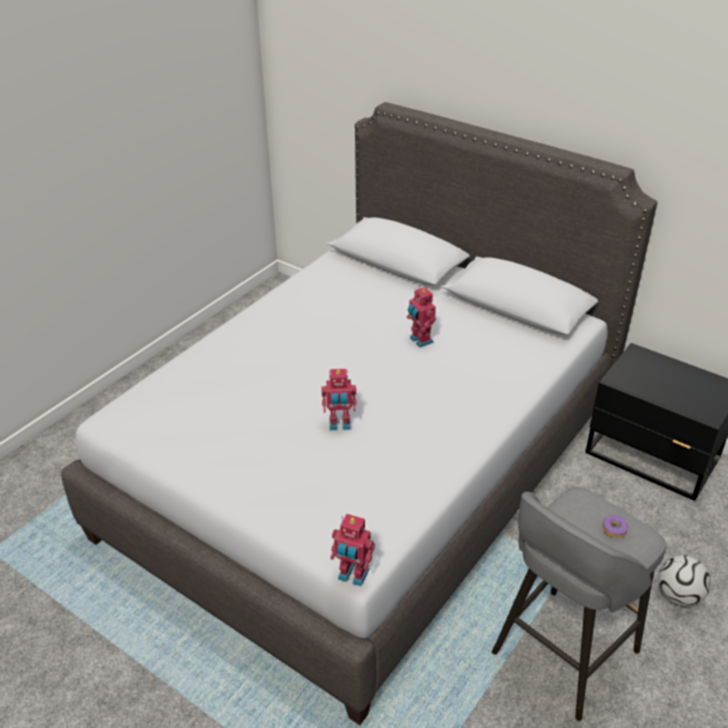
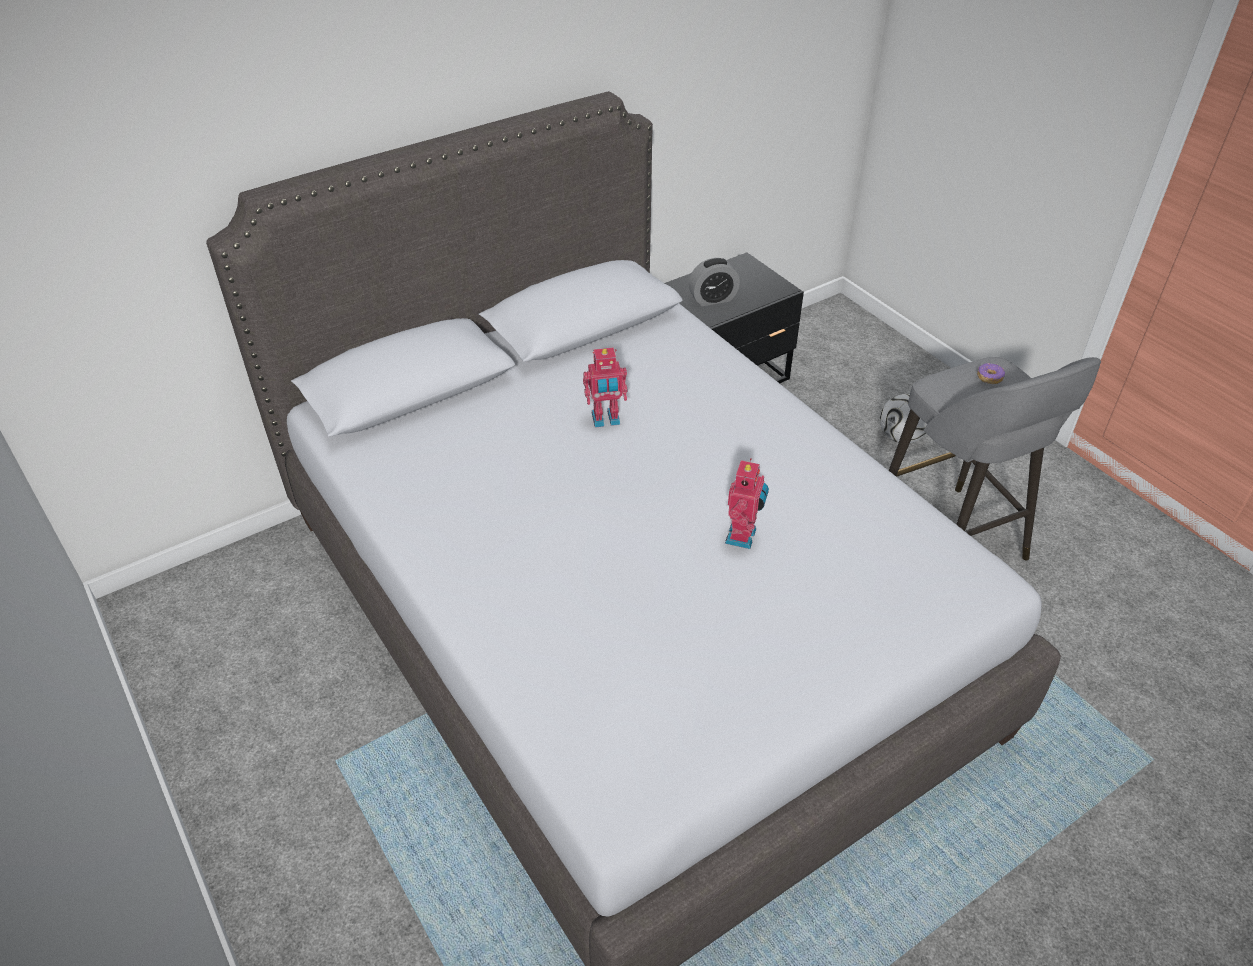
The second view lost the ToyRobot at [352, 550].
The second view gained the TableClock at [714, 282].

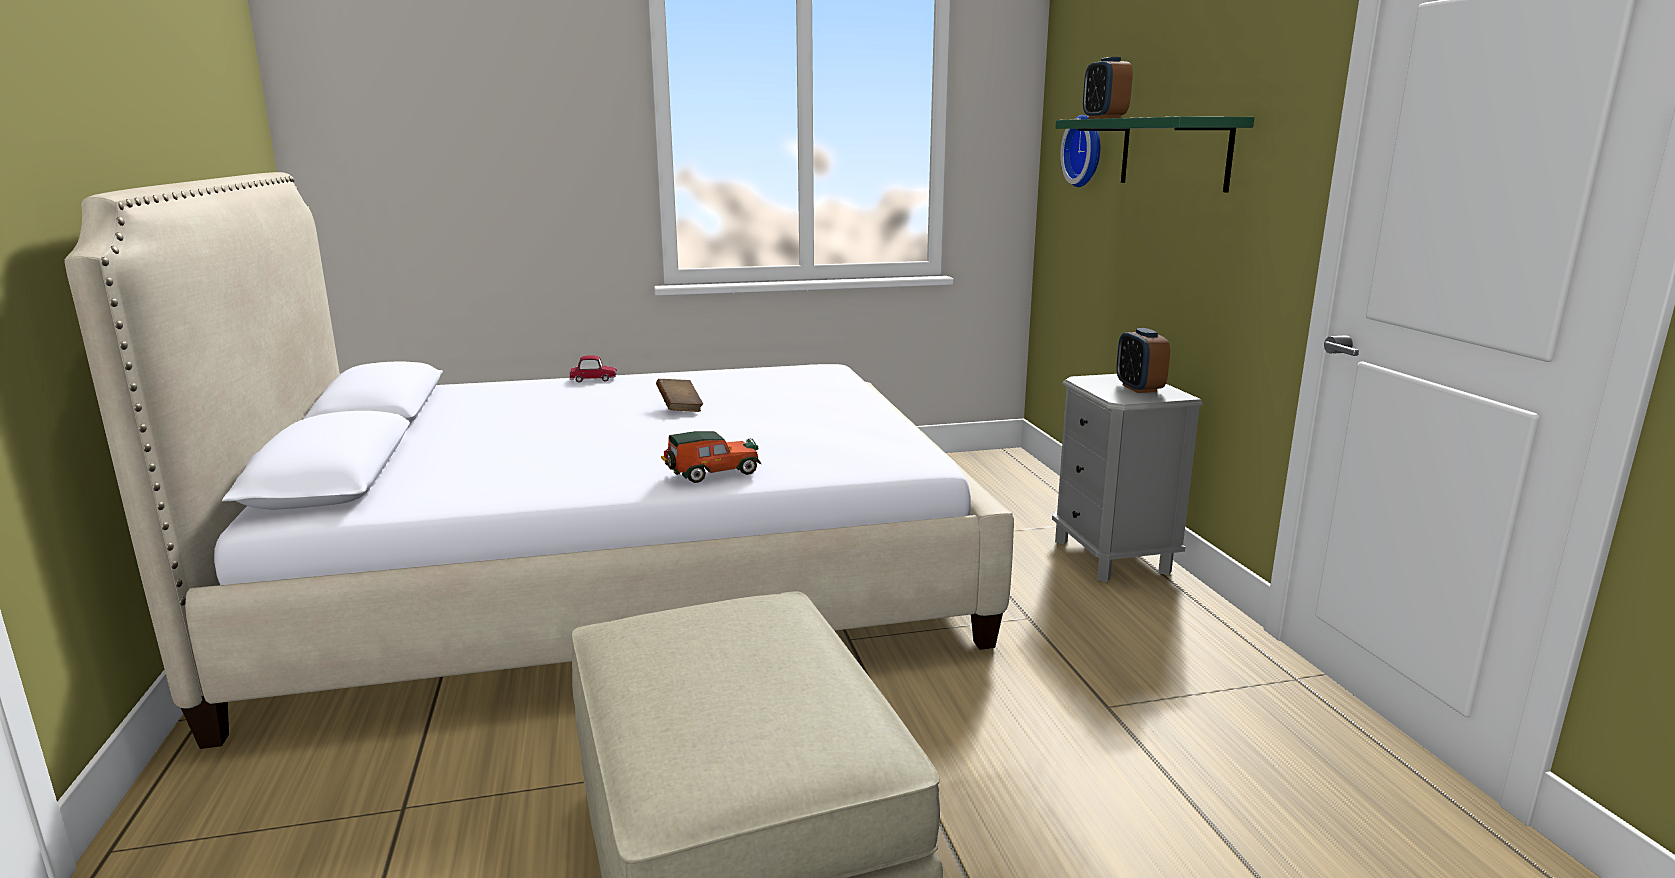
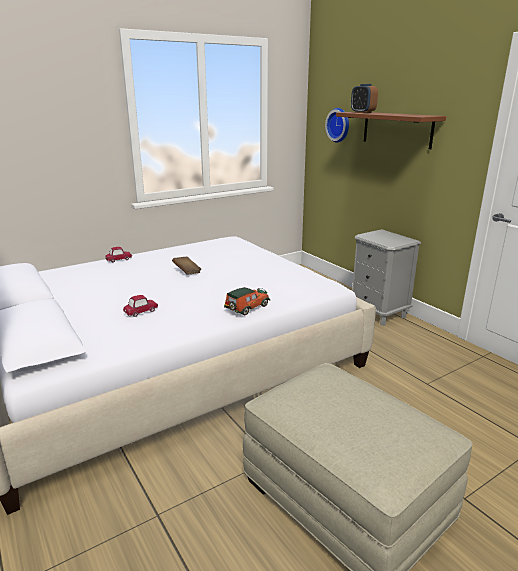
What was the GreenColouredShelf at [1154, 154] turned into the BrownShelf at [391, 130].
The second view lost the TableClock at [1143, 360].
The second view gained the MiniatureCar at [140, 306].

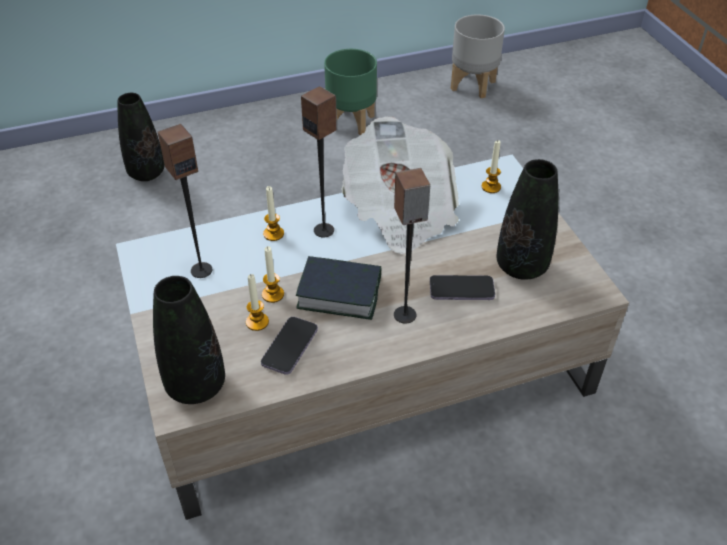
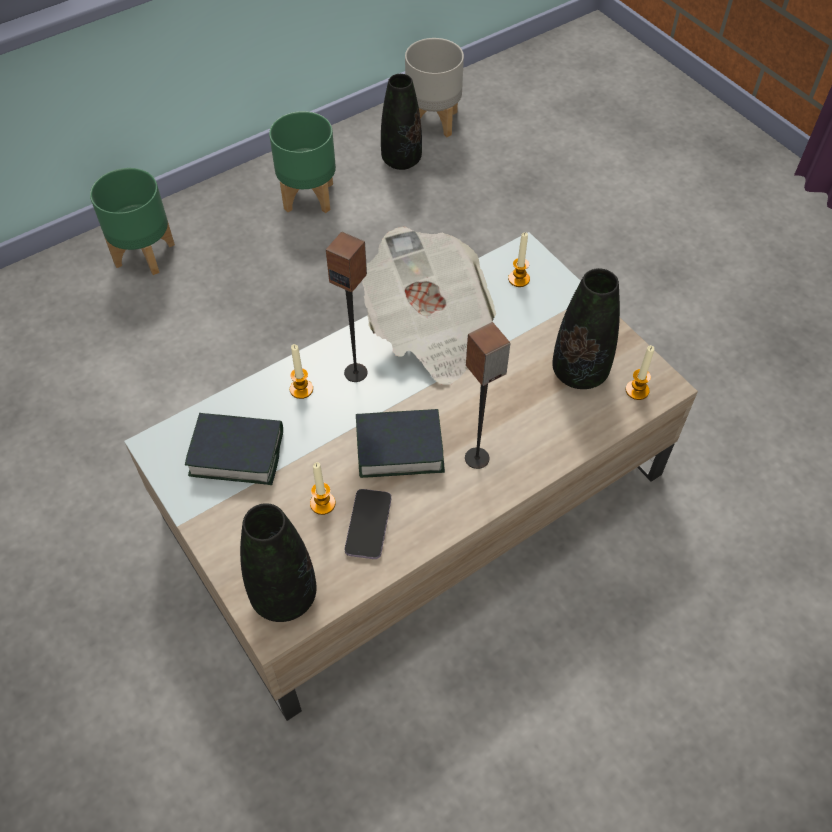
The BlackishFlowerVase ended up elsewhere, having gone from [141, 137] to [401, 122].
Where the Loudspeaker stood at [185, 201], the BoundBook came to stand at [234, 449].
The WaxLight ended up elsewhere, having gone from [273, 274] to [639, 372].
The second view lost the Phone at [462, 287].
The second view gained the GreenColouredPlantPot at [132, 221].

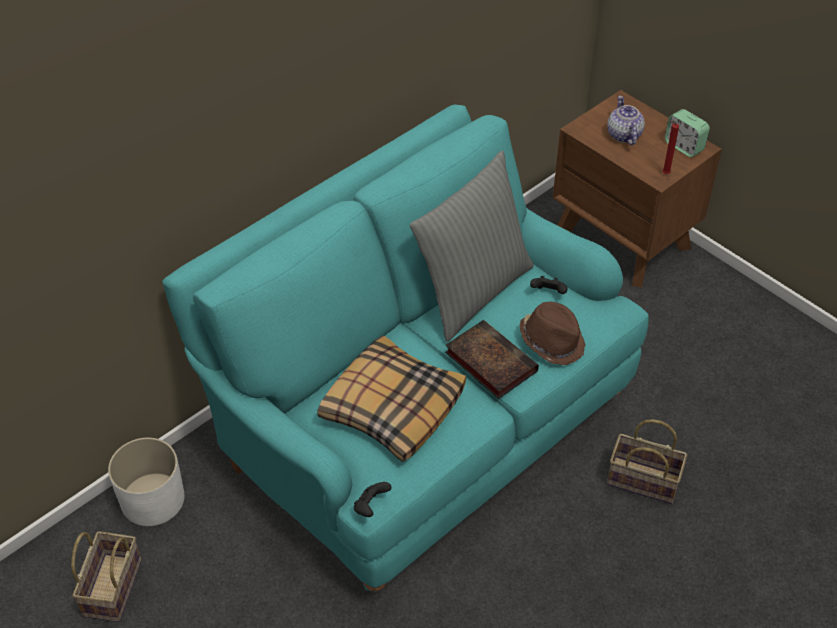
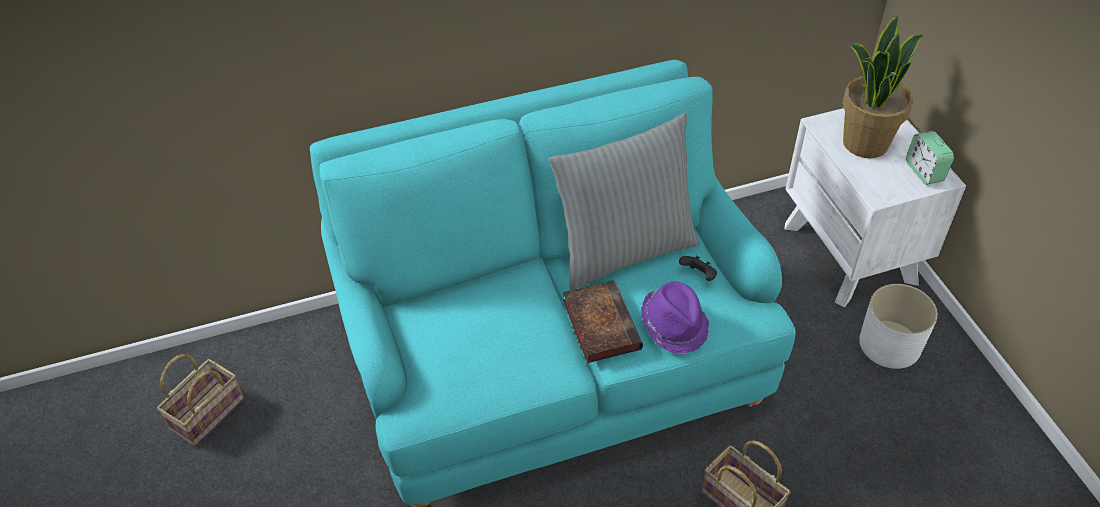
What was the BrownNightstand at [637, 189] turned into the WhiteColouredNightstand at [875, 207].
Where the PotForTea stood at [626, 120], the PottedPlant came to stand at [883, 87].
The second view lost the RedWaxLight at [670, 147].
What was the BrownClothingHat at [552, 333] turned into the PurplishClothingHat at [675, 317].
The second view lost the Pillow at [391, 398].
The WhiteColouredPlantPot ended up elsewhere, having gone from [146, 481] to [898, 326].
The second view lost the BlackishGameController at [373, 499].

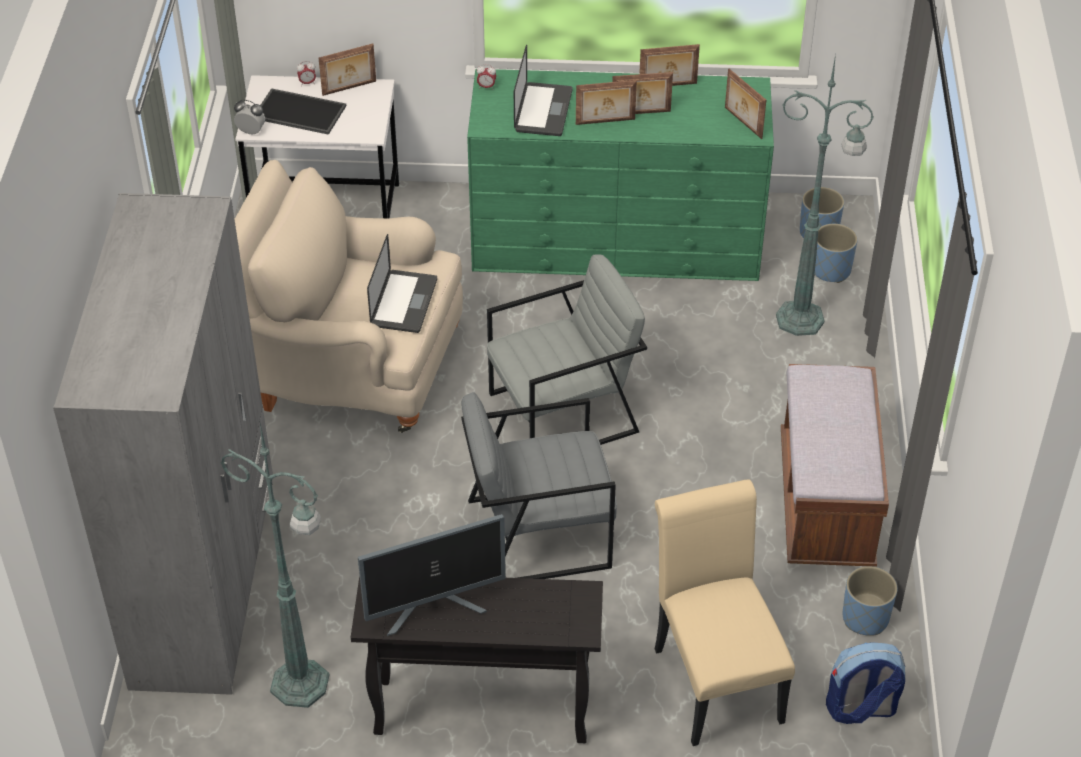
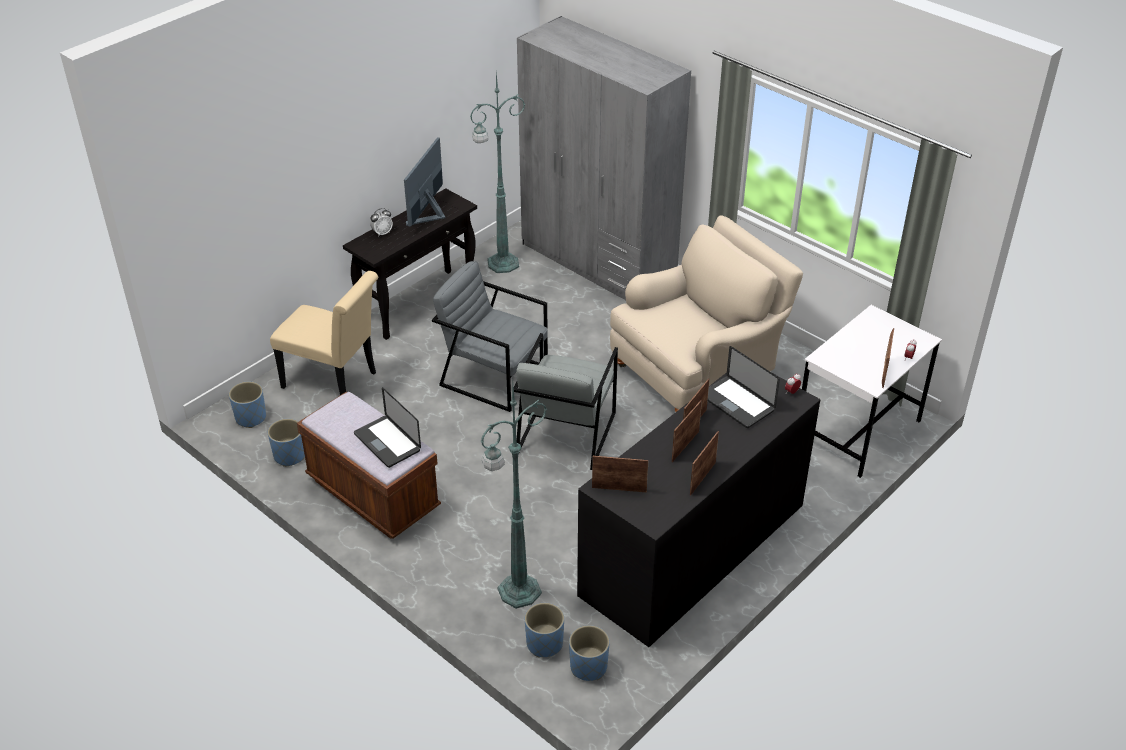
What was the GreenColouredDrawerChest at [620, 175] turned into the BlackishDrawerChest at [698, 509].
The second view lost the CarryingTray at [303, 111].
The TableClock ended up elsewhere, having gone from [249, 117] to [381, 222].
The Laptop ended up elsewhere, having gone from [402, 283] to [387, 427].
The GrayEasyChair at [539, 485] ended up facing another way, 90 degrees counterclockwise from before.
Where the Knapsack stood at [866, 683], the BluePlantPot came to stand at [247, 404].

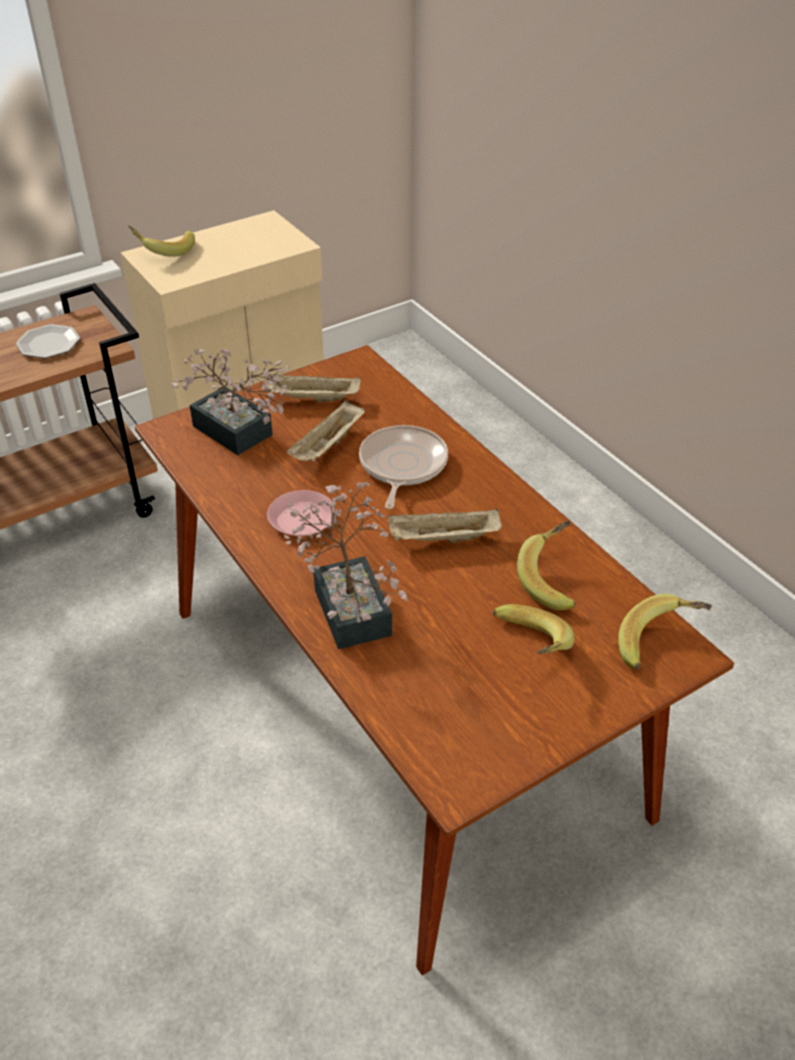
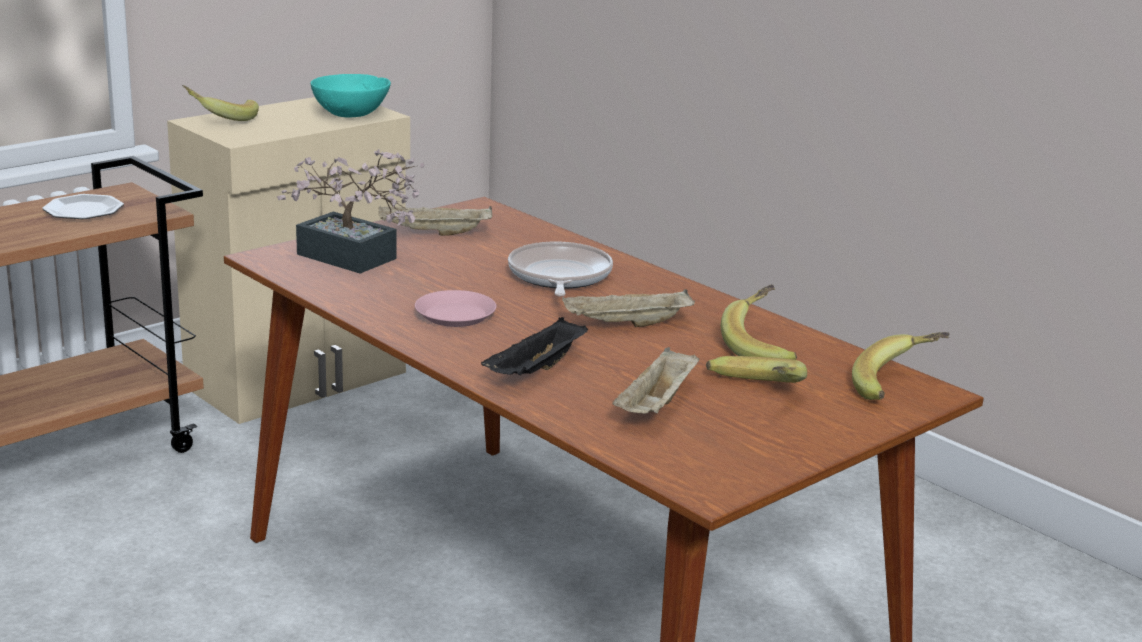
The SandColouredCarryingTray ended up elsewhere, having gone from [325, 431] to [656, 380].
Where the PottedPlant stood at [346, 565], the BlackishCarryingTray came to stand at [534, 346].
The second view gained the BlueGreenDeepDish at [351, 96].

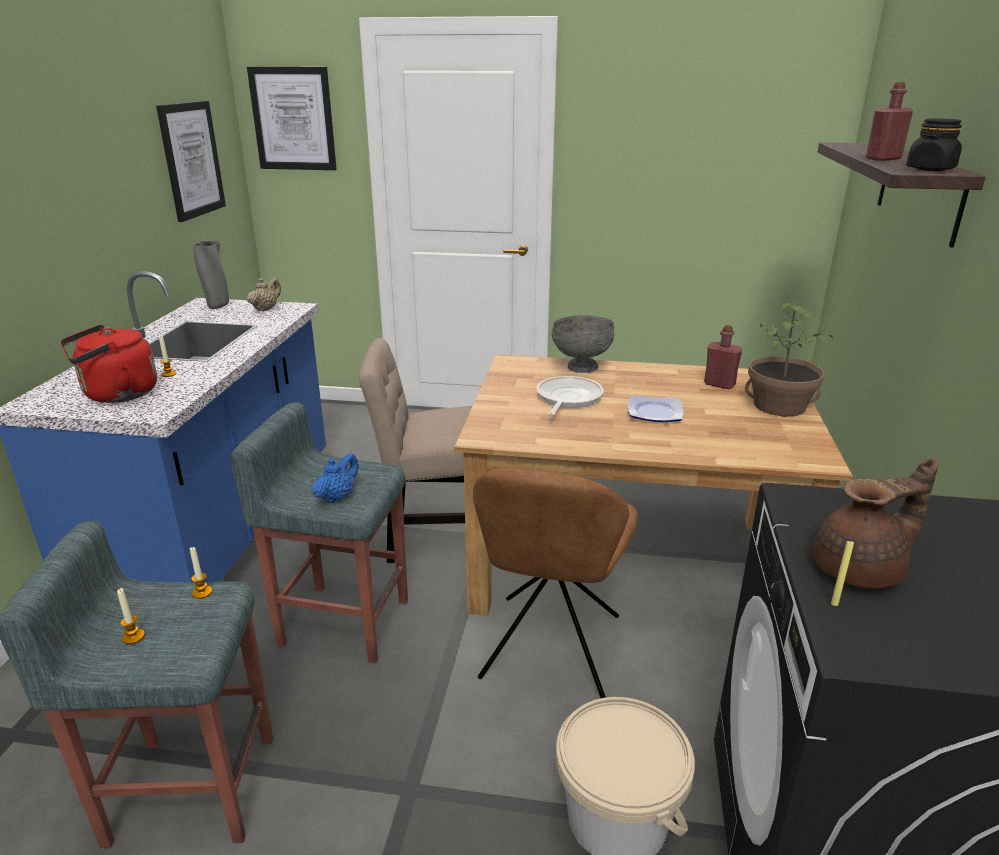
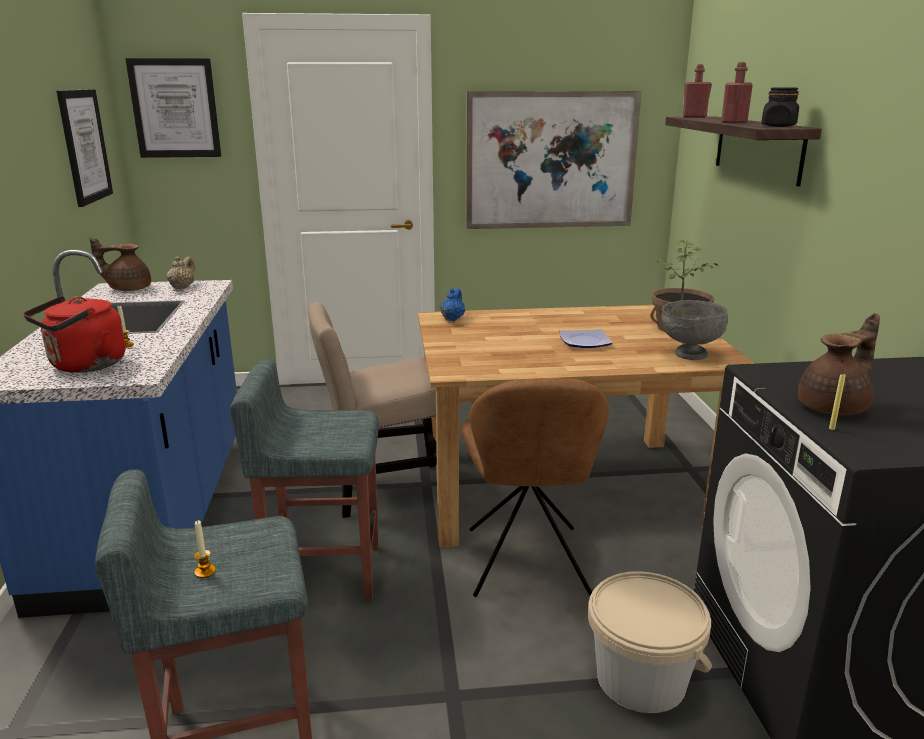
Where the GrayFlowerVase stood at [211, 275], the BrownPotForTea came to stand at [120, 264].
The GrayDeepDish ended up elsewhere, having gone from [583, 344] to [694, 330].
The RedDrinkBottle ended up elsewhere, having gone from [723, 357] to [697, 91].
The second view lost the FryingPan at [570, 396].
The BluePotForTea ended up elsewhere, having gone from [335, 478] to [452, 304].
The second view lost the WaxLight at [201, 573].
The second view gained the WallArt at [554, 160].

